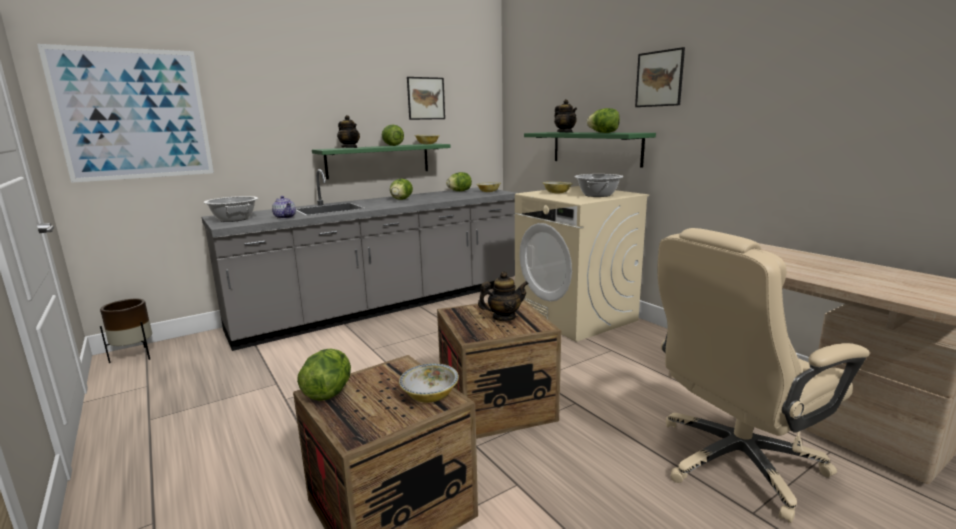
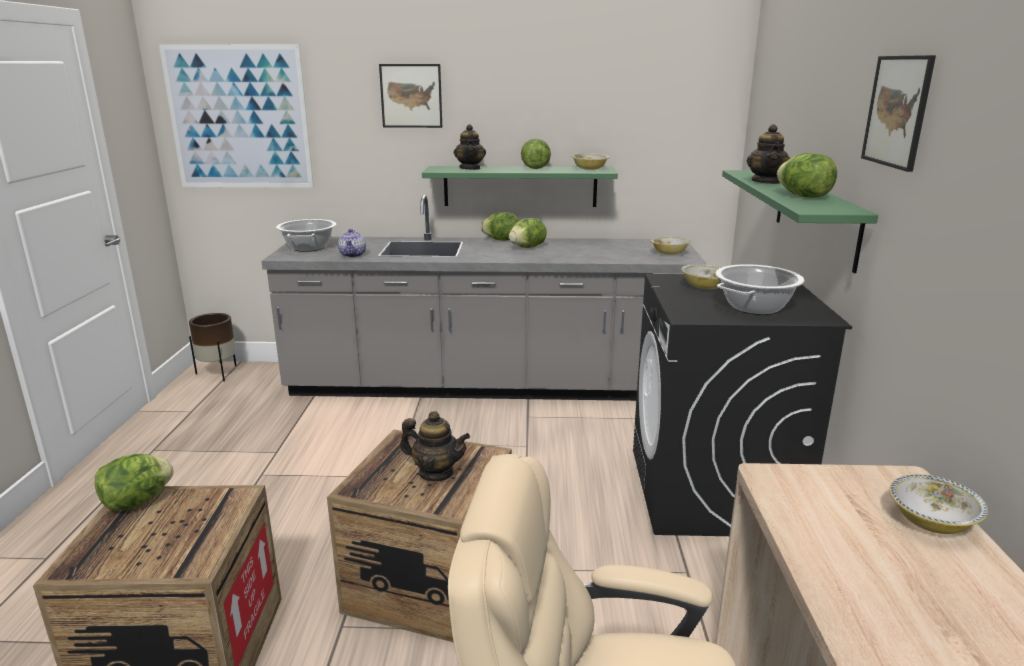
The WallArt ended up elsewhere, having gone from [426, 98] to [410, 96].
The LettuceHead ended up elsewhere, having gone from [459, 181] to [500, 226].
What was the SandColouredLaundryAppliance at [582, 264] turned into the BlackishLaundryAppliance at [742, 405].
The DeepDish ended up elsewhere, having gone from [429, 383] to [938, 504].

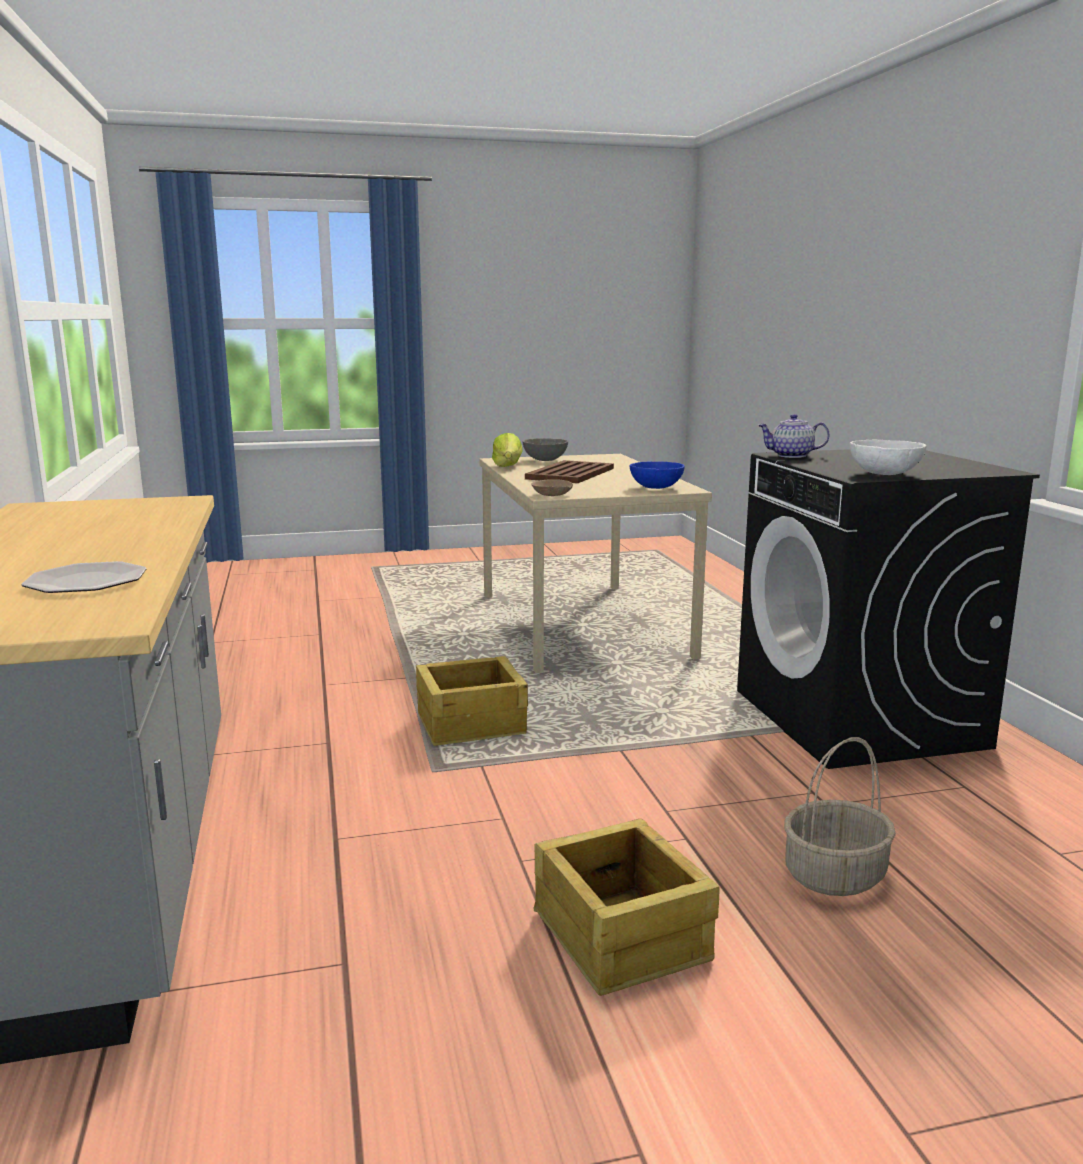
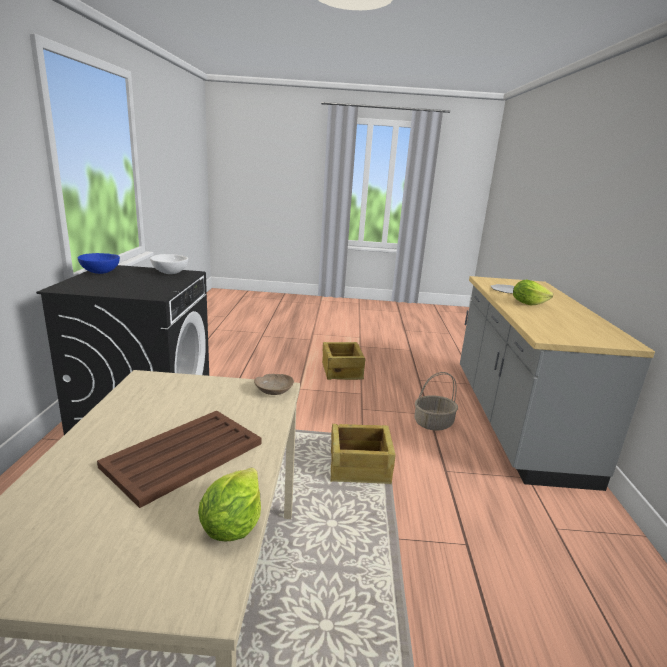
The second view lost the PotForTea at [793, 436].
The second view lost the GrayDeepDish at [545, 449].
The BlueDeepDish ended up elsewhere, having gone from [657, 475] to [99, 263].
The Basket ended up elsewhere, having gone from [840, 816] to [436, 401].
The second view gained the LettuceHead at [533, 292].

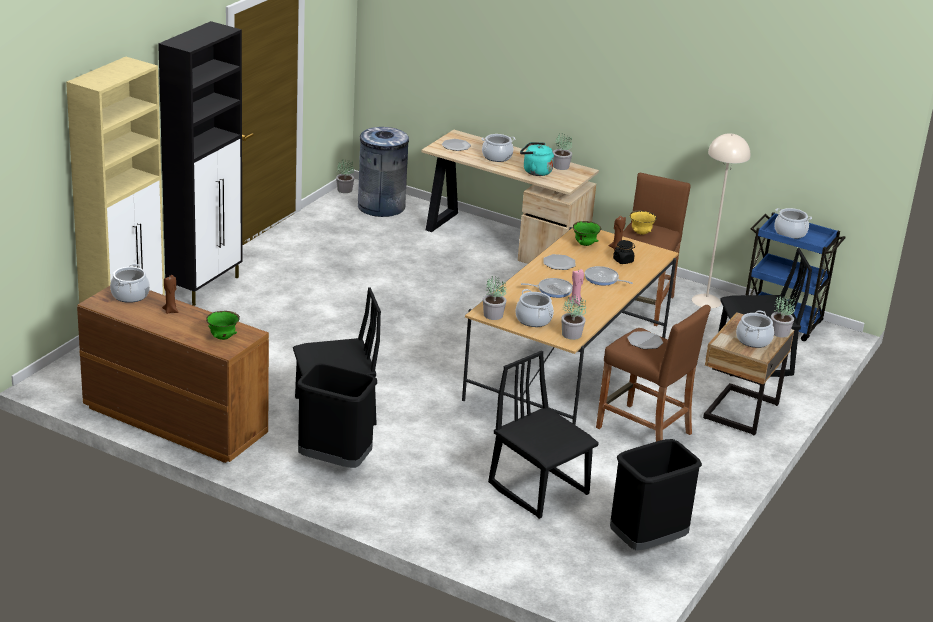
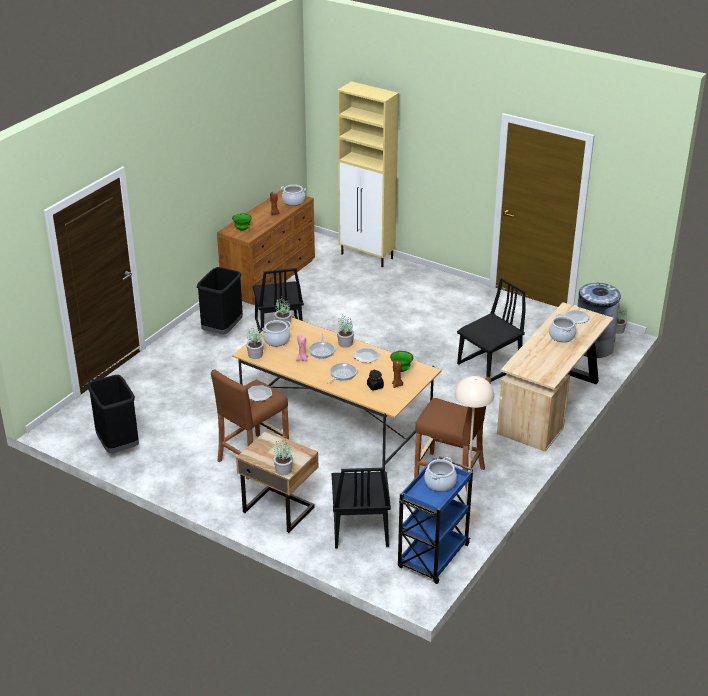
The second view lost the BlackishStorageCabinet at [200, 163].
The PottedPlant ended up elsewhere, having gone from [562, 152] to [345, 332].
The second view lost the BlueGreenTeaKettle at [537, 159].
The second view lost the YellowDeepDish at [643, 222].
The second view lost the Stockpot at [755, 329].
The BlackishUprightChair ended up elsewhere, having gone from [543, 435] to [491, 330].

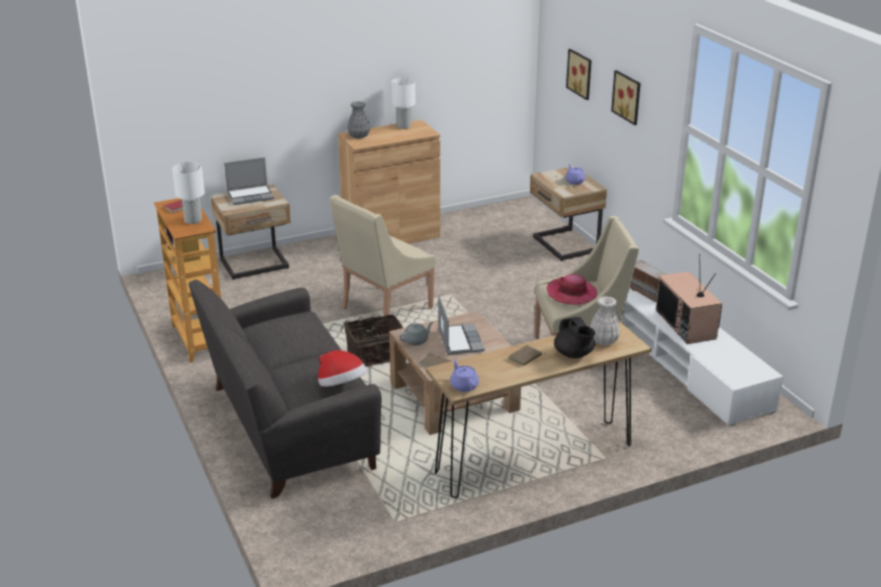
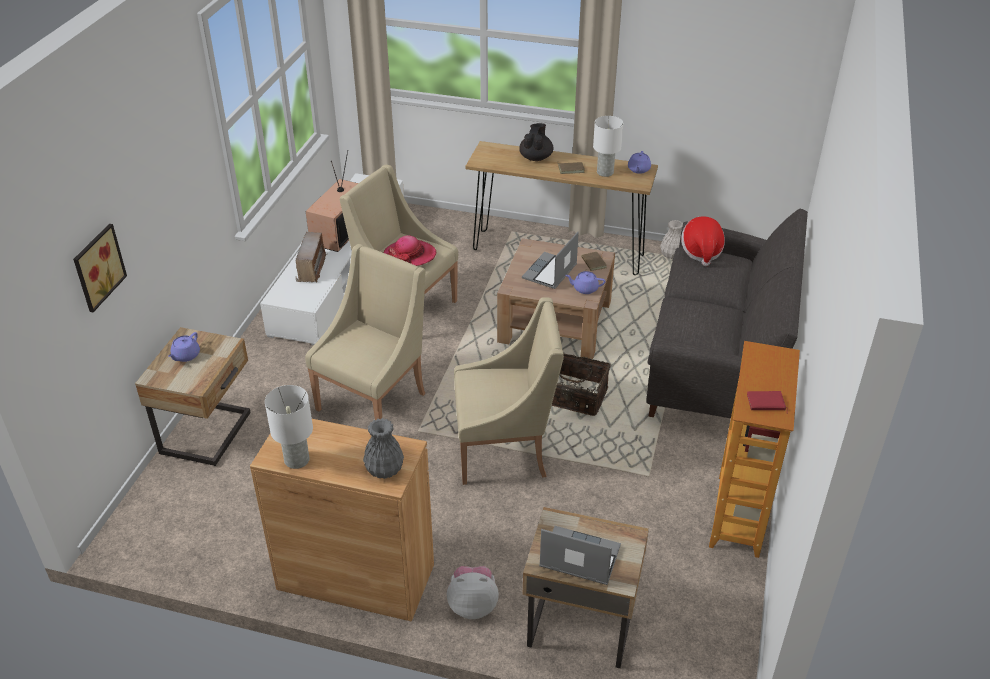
The second view lost the WallArt at [626, 97].
The WhiteColouredTabletopLamp ended up elsewhere, having gone from [188, 193] to [608, 146].
The WhiteColouredFlowerVase ended up elsewhere, having gone from [605, 320] to [671, 239].
What was the GrayPotForTea at [416, 334] turned into the PurplishPotForTea at [585, 282].
The second view gained the SandColouredEasyChair at [365, 332].
The second view gained the PlushToy at [473, 592].

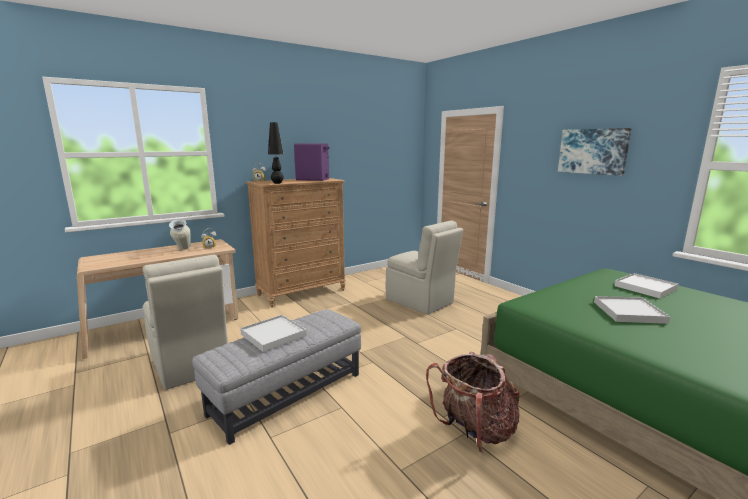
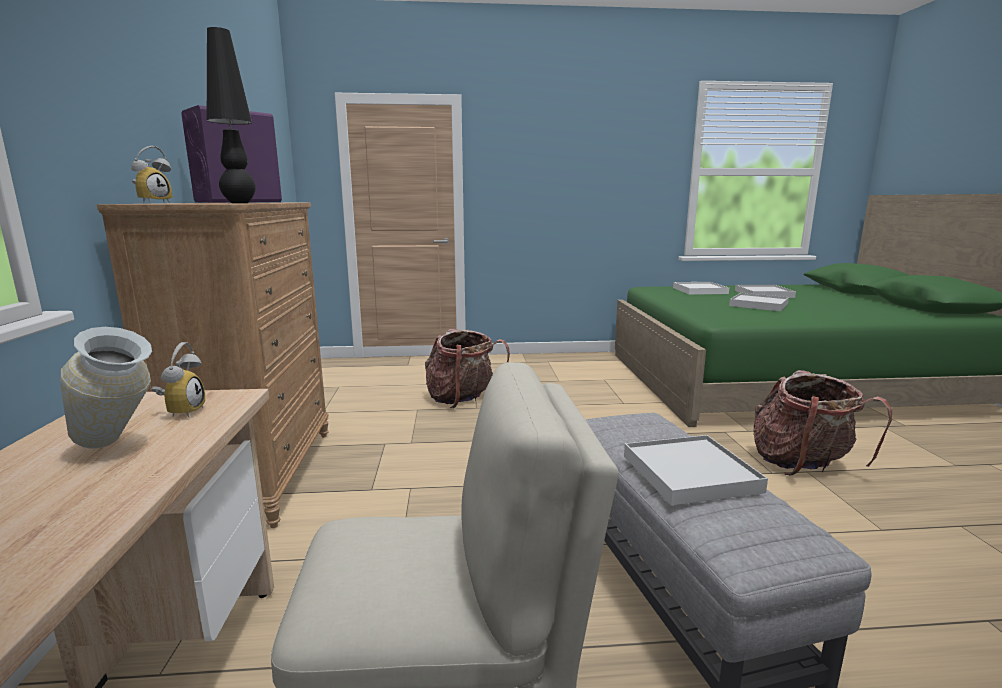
The second view lost the WallArt at [594, 152].
Where the SandColouredUprightChair stood at [424, 267], the Knapsack came to stand at [467, 368].
The second view gained the WhiteColouredCarryingTray at [765, 291].

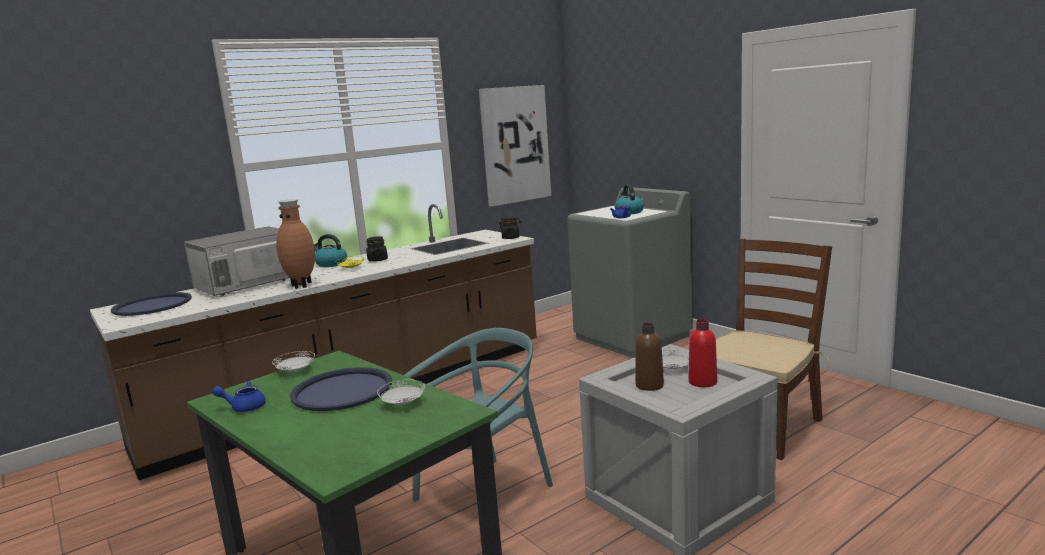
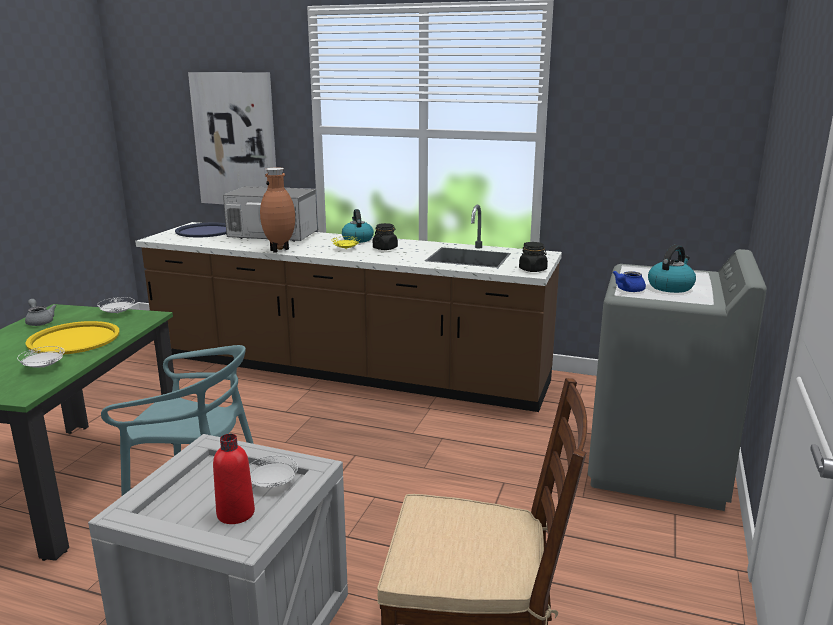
The WallArt ended up elsewhere, having gone from [515, 146] to [232, 138].
The second view lost the BrownDrinkBottle at [649, 357].
What was the BlueCarryingTray at [341, 389] turned into the YellowCarryingTray at [72, 338].
What was the BluePotForTea at [239, 396] turned into the GrayPotForTea at [40, 312].

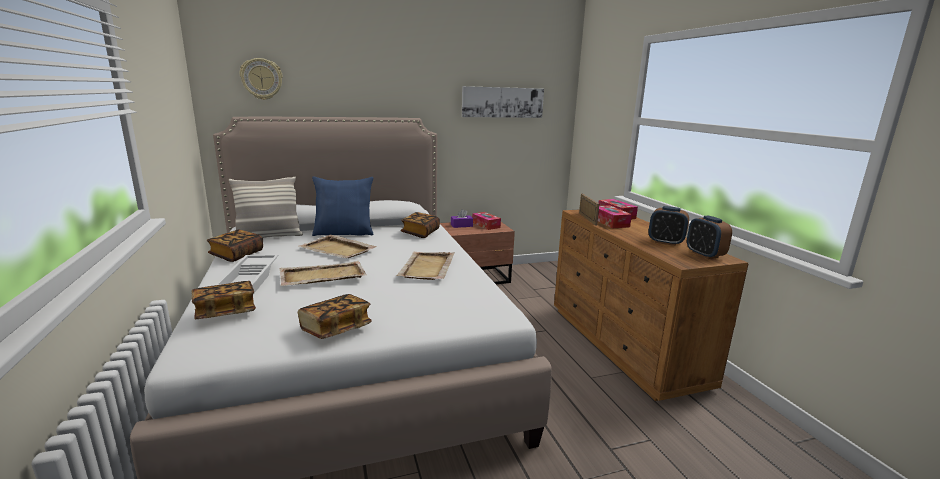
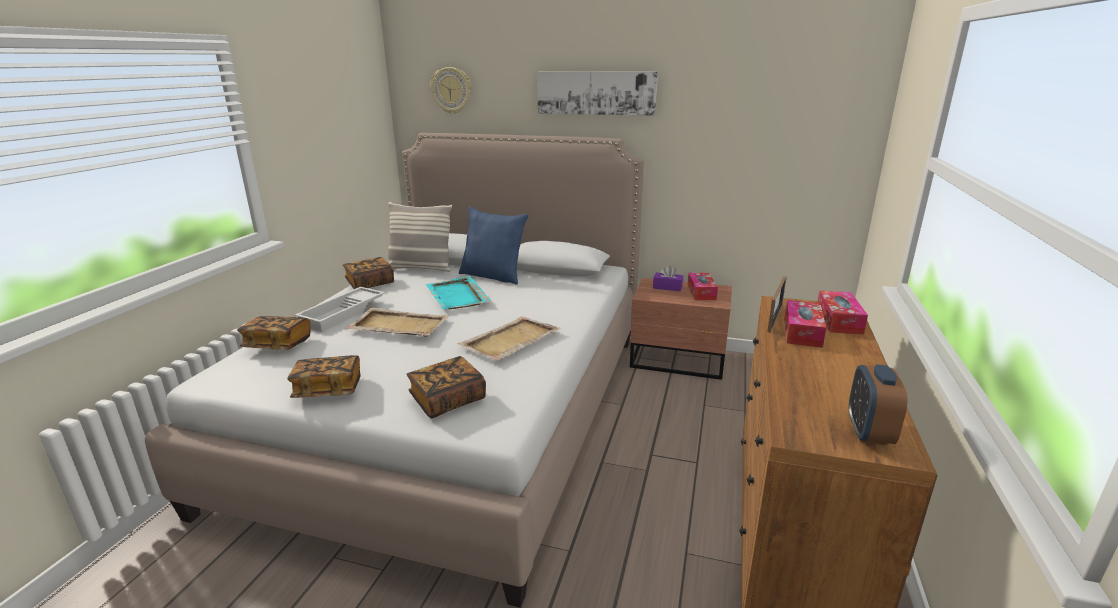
The WallArt ended up elsewhere, having gone from [503, 102] to [597, 93].
The second view lost the TableClock at [668, 226].
The BoundBook ended up elsewhere, having gone from [420, 225] to [446, 387].
What was the SandColouredCarryingTray at [338, 246] turned into the BlueGreenCarryingTray at [458, 292].

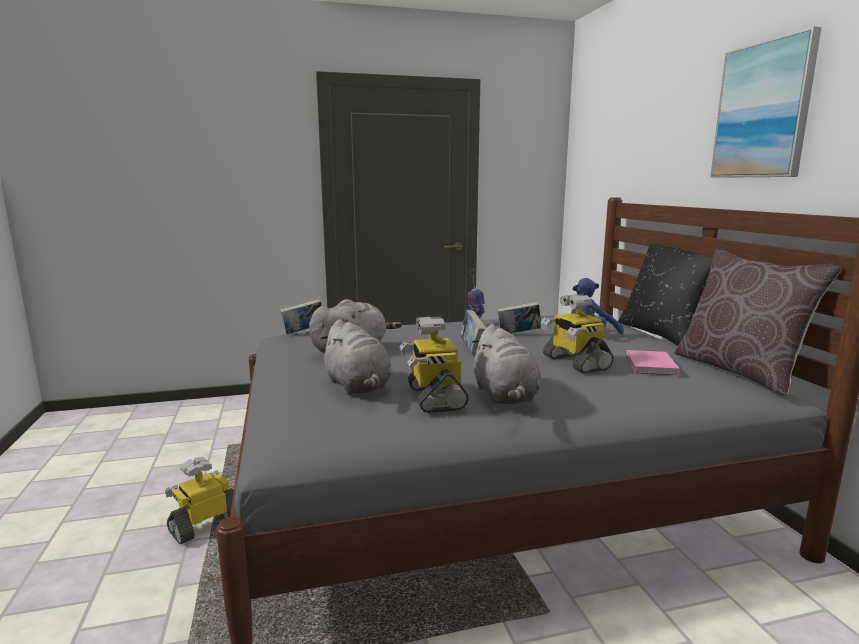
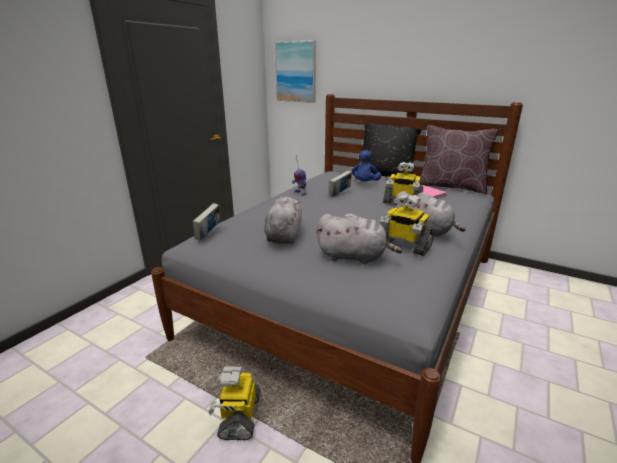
The WallArt ended up elsewhere, having gone from [766, 102] to [295, 71].
The second view lost the BoundBook at [473, 332].

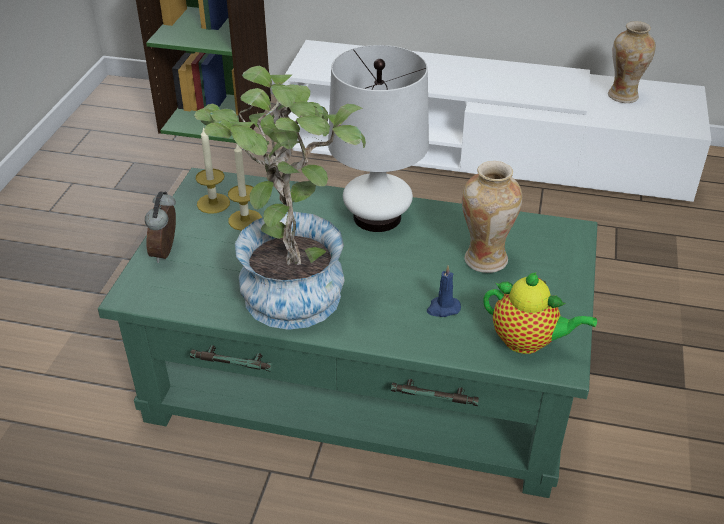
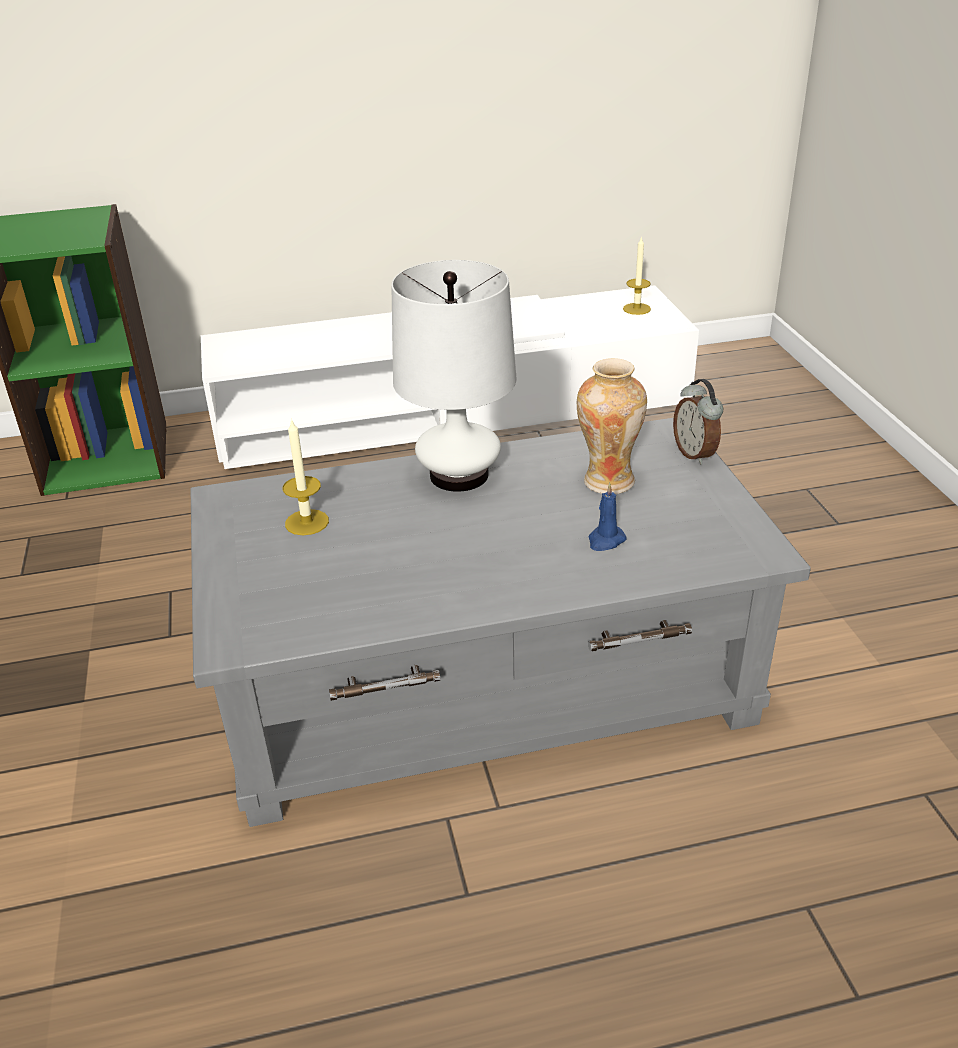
The second view lost the FlowerVase at [632, 62].
The second view lost the PottedPlant at [280, 198].
The WaxLight ended up elsewhere, having gone from [213, 170] to [637, 275].
What was the GreenColouredCoffeeTable at [348, 333] turned into the GrayCoffeeTable at [501, 622].
The TableClock ended up elsewhere, having gone from [160, 227] to [698, 422].
The second view lost the PotForTea at [540, 313].

